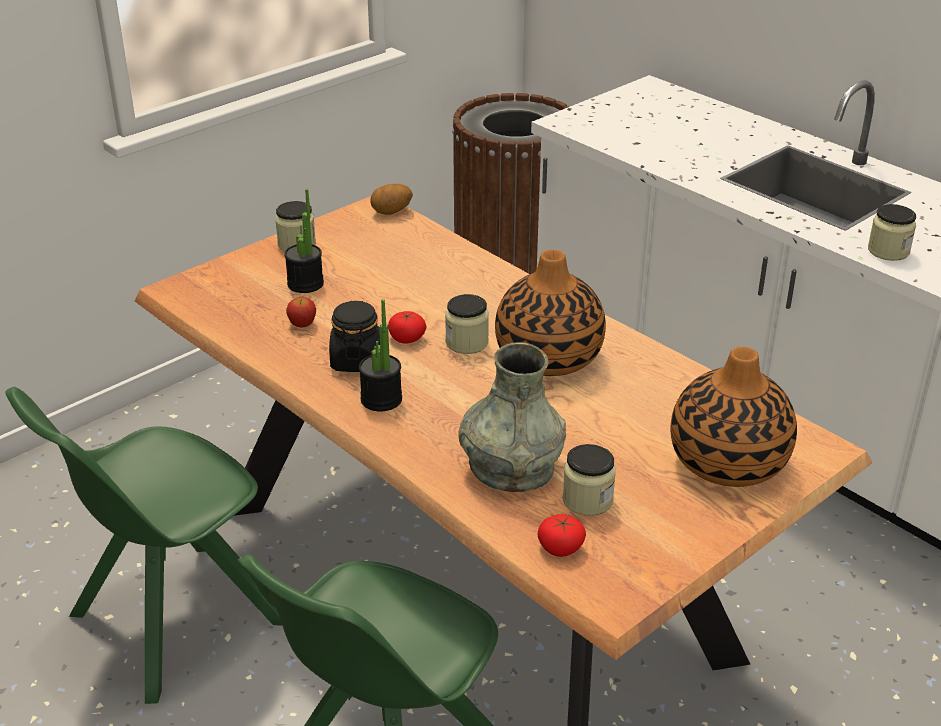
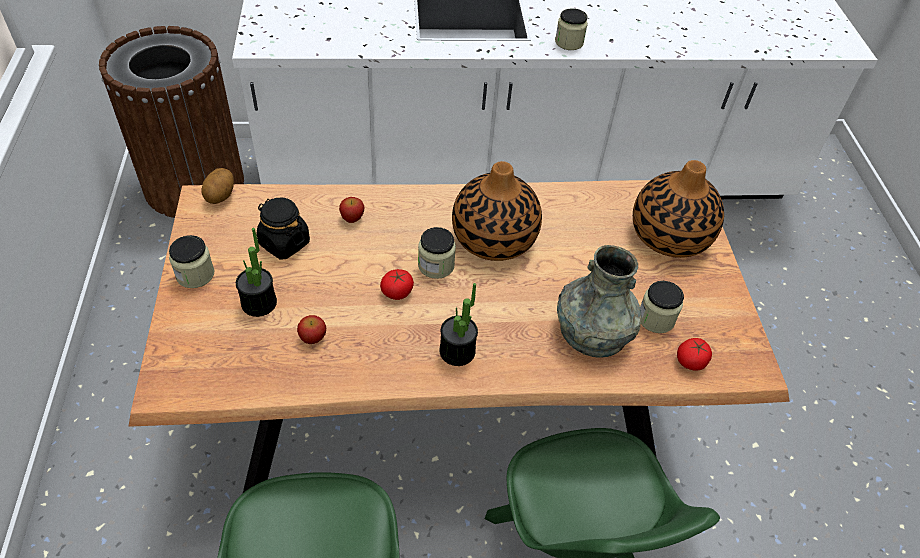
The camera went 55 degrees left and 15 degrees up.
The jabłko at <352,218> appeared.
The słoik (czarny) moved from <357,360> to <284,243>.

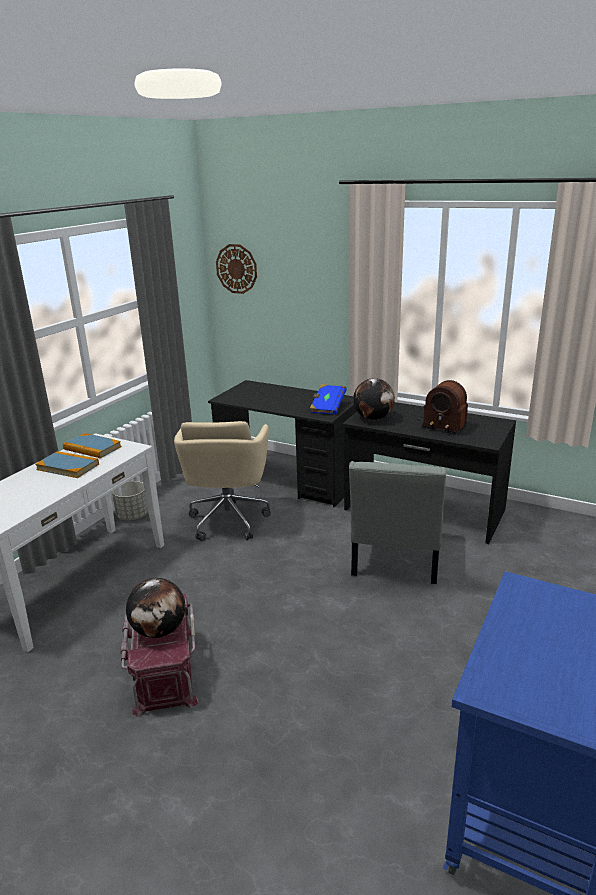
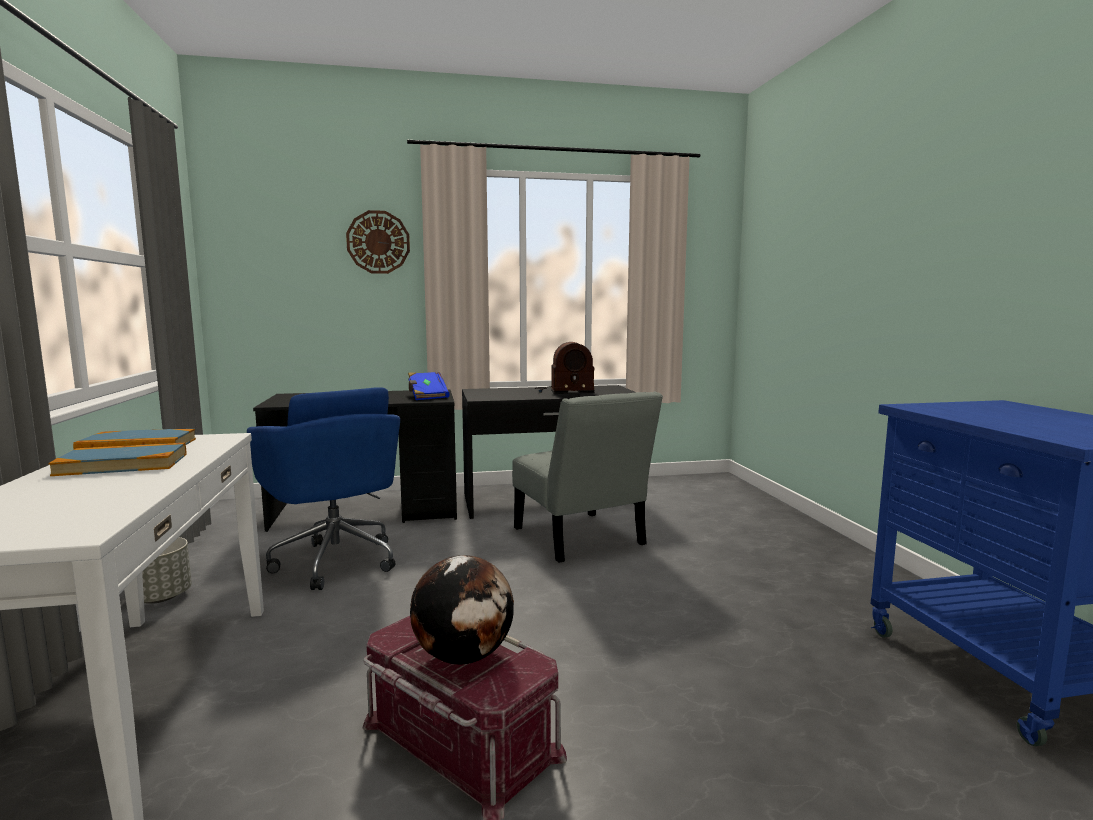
The camera went 40 degrees left and 15 degrees down.
The globus at <373,418> disappeared.
The zegar ścienny moved from <236,269> to <378,242>.
The krzesło biurowe (beżowy) at <229,519> became the krzesło biurowe (niebieski) at <333,561>.

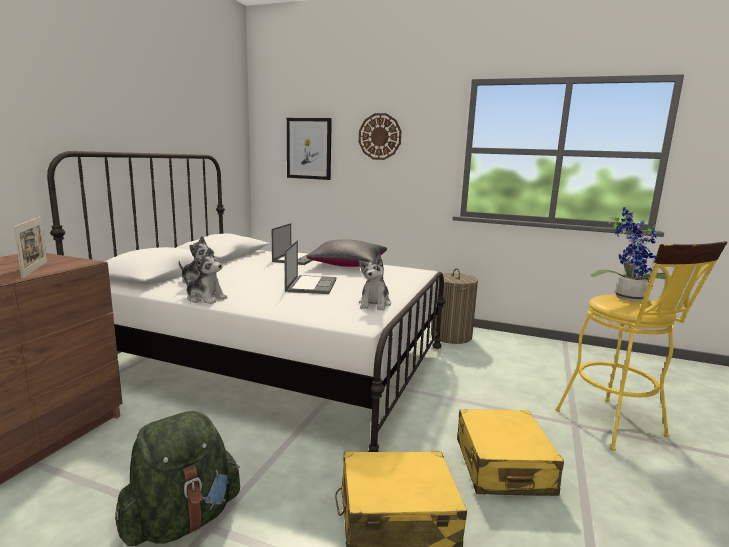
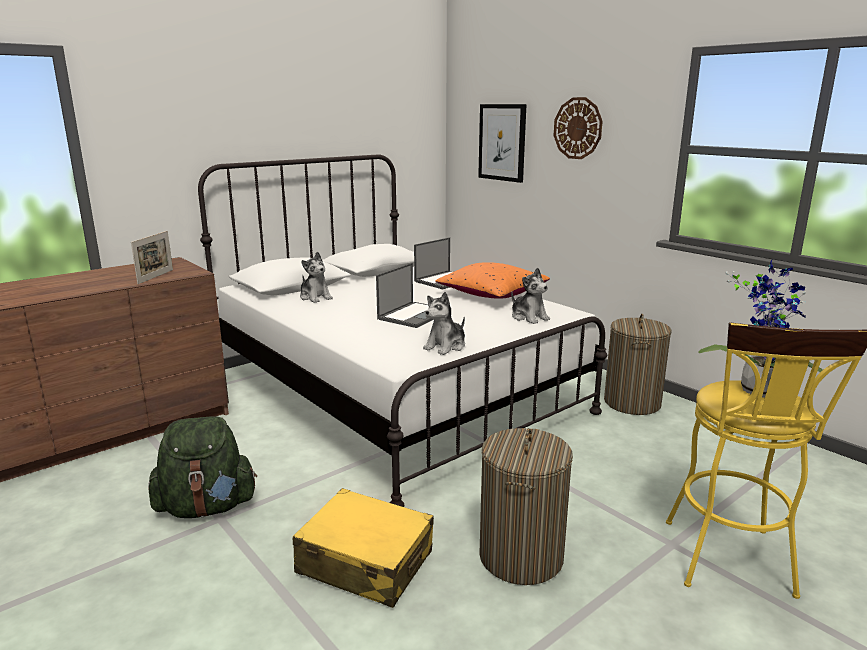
The camera went 30 degrees right and 5 degrees up.
The pluszak moved from <205,298> to <529,317>.
The walizka (żółty) at <502,466> was replaced by the kosz na pranie at <521,557>.
The poduszka (czarny) at <348,265> became the poduszka (pomarańczowy) at <492,294>.

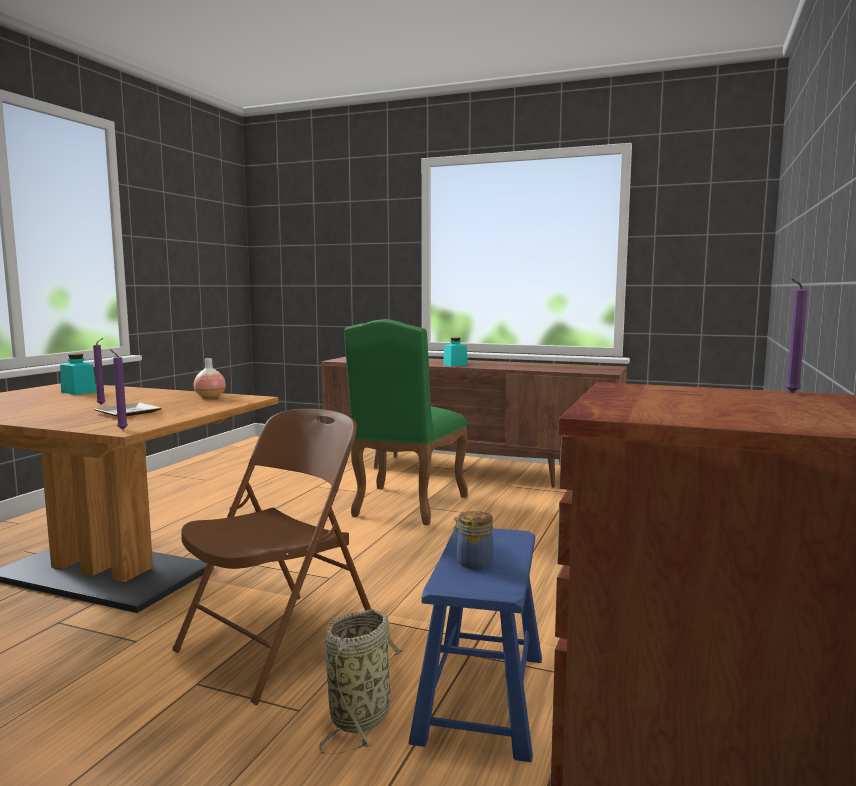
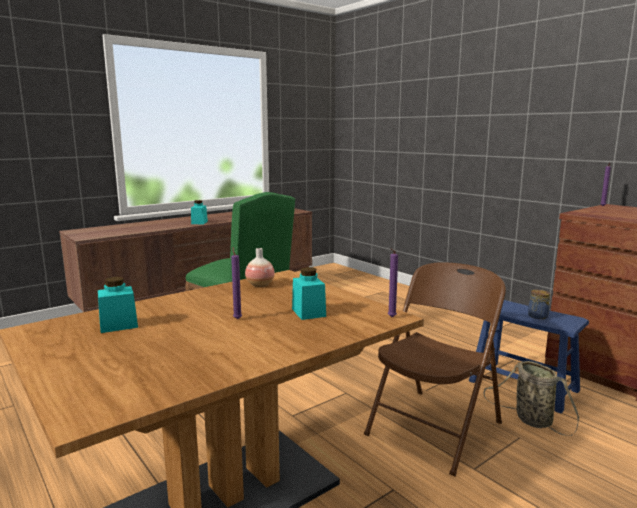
The camera went 60 degrees left and 5 degrees up.
The talerz at <127,413> was replaced by the słoik (turkusowy) at <308,312>.
The krzesło (brązowy) at <279,643> turned 60 degrees clockwise.

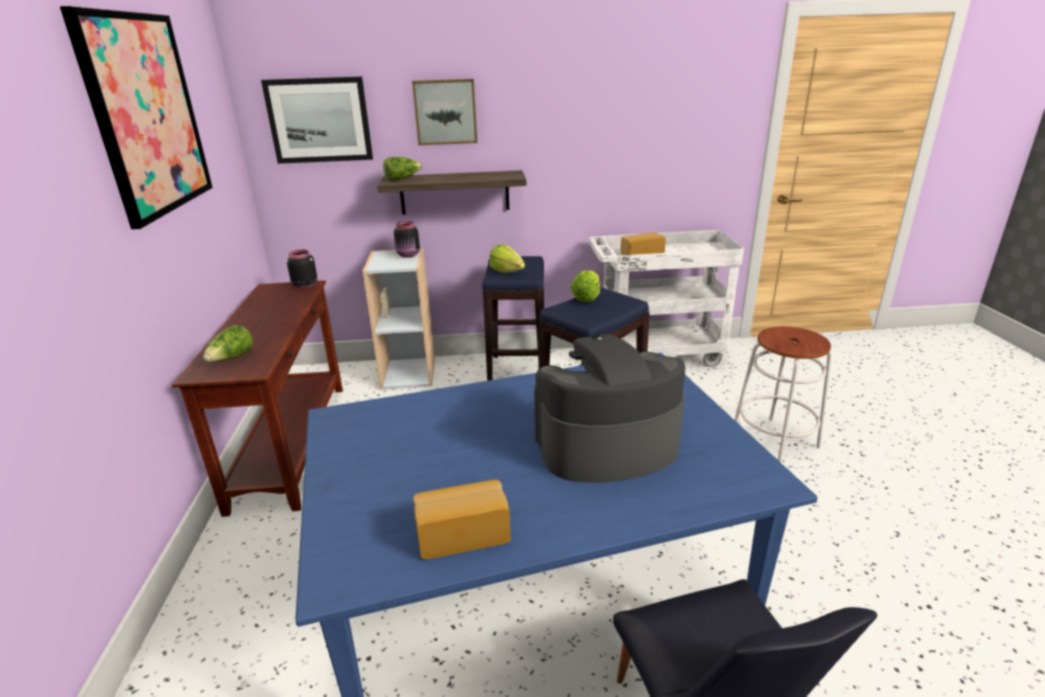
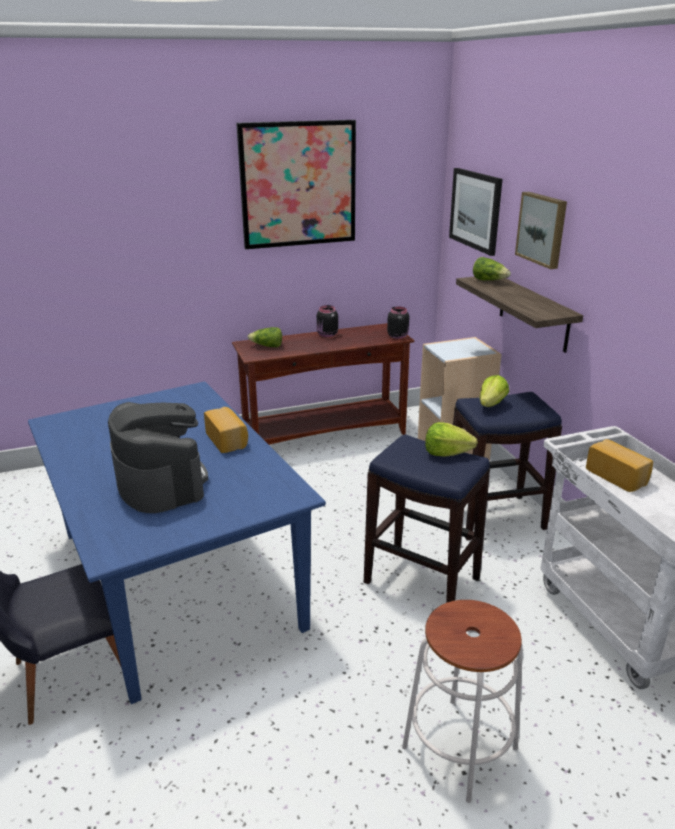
The camera went 75 degrees right and 0 degrees up.
The słoik (czarny) moved from <409,255> to <327,335>.
The chleb moved from <462,533> to <228,440>.

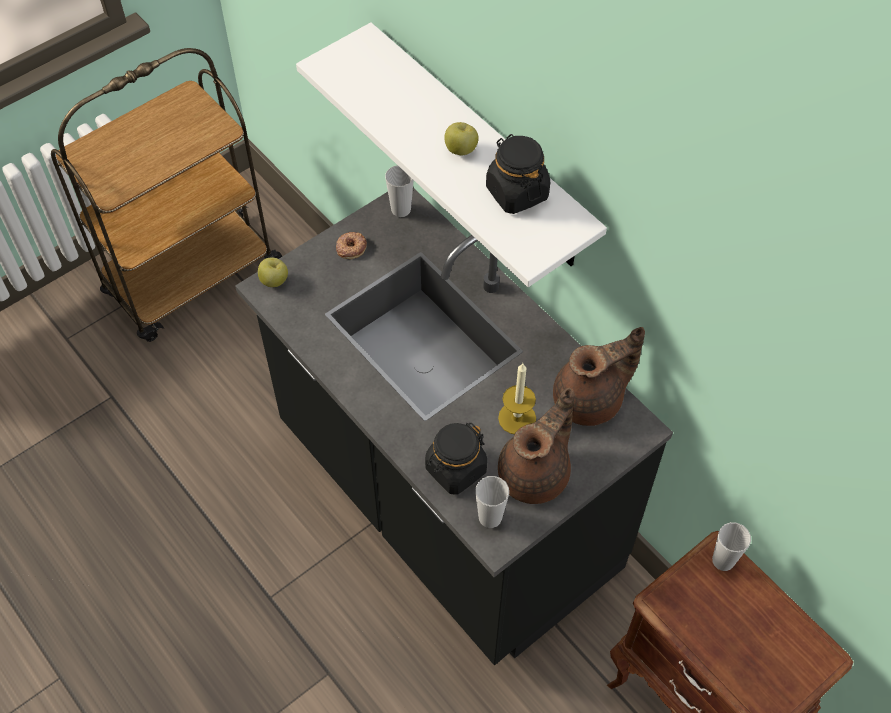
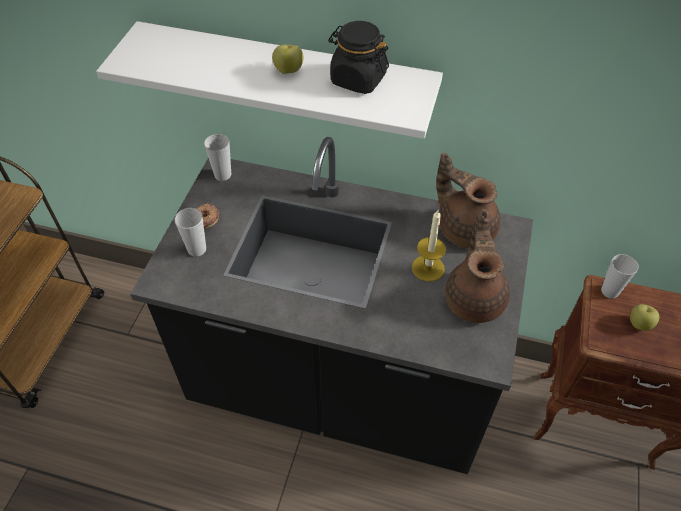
The camera went 35 degrees left and 5 degrees down.
The słoik (czarny) at <455,469> disappeared.
The jabłko moved from <274,281> to <639,324>.
The filiżanka moved from <490,518> to <197,249>.
The imbryk (brązowy) at <591,400> turned 75 degrees counterclockwise.

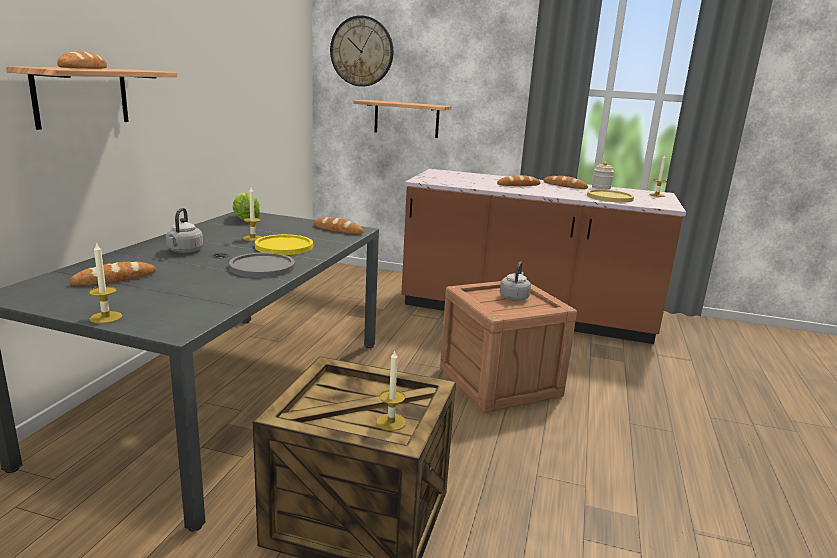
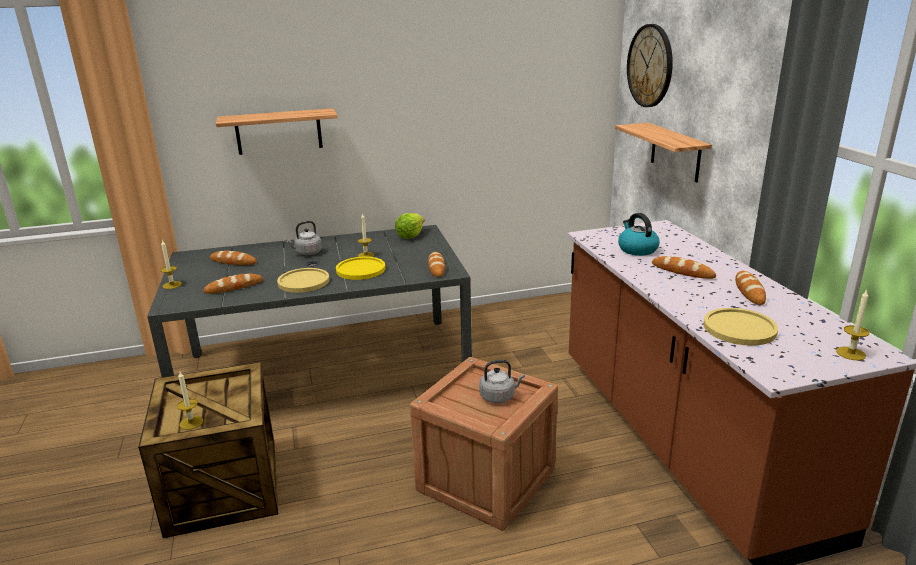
The camera went 60 degrees right and 5 degrees up.
The słoik at <601,187> disappeared.
The czajnik at <637,249> appeared.
The chleb moved from <83,68> to <234,287>.
The talerz (szary) at <262,267> became the talerz (żółty) at <303,281>.

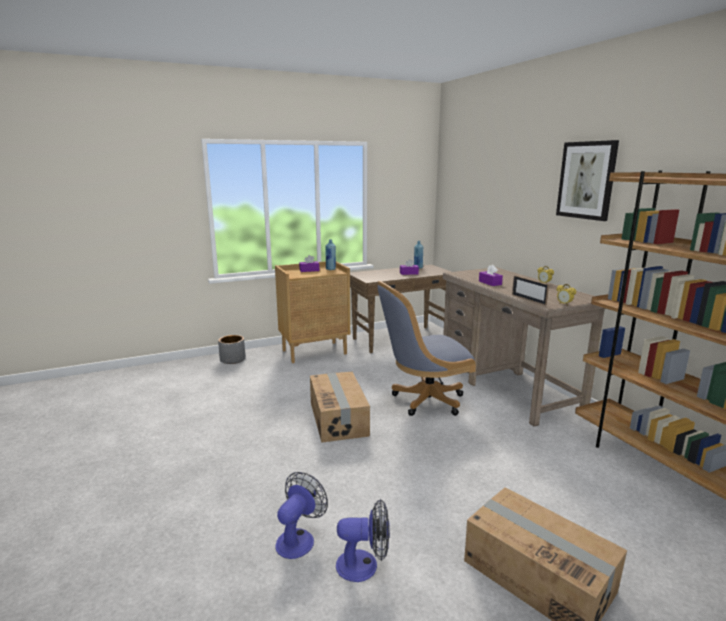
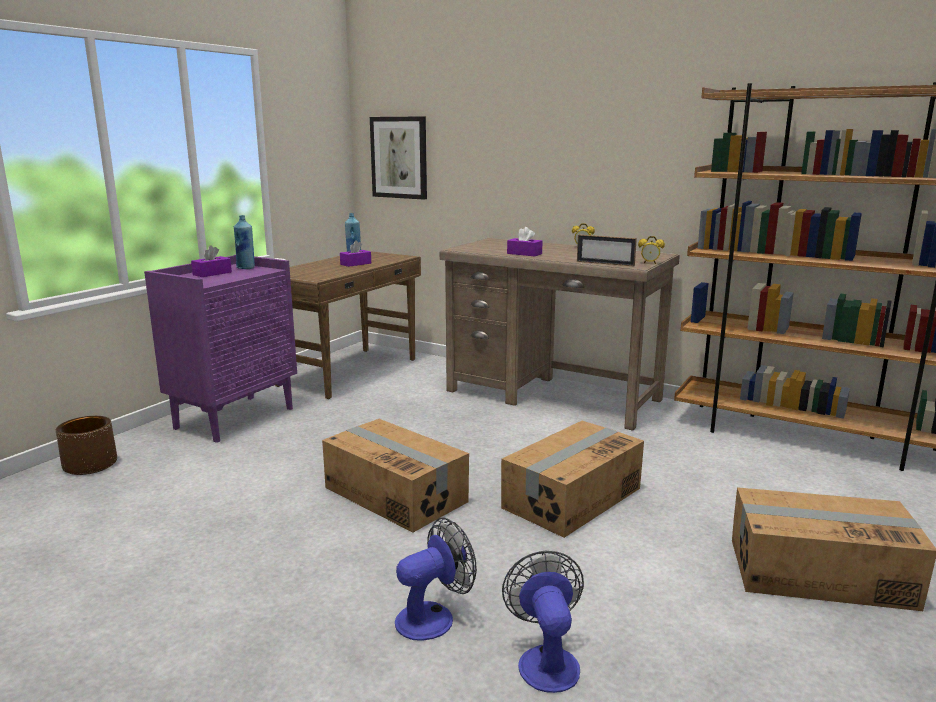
The camera went 35 degrees left and 0 degrees up.
The krzesło biurowe (niebieski) at <422,402> disappeared.
The karton at <571,498> appeared.
The wentylator moved from <364,565> to <433,617>.
The obraz moved from <586,180> to <399,157>.
The donica (szary) at <233,359> became the donica (brązowy) at <91,465>.
The szafka (brązowy) at <315,352> became the szafka (fioletowy) at <235,418>.

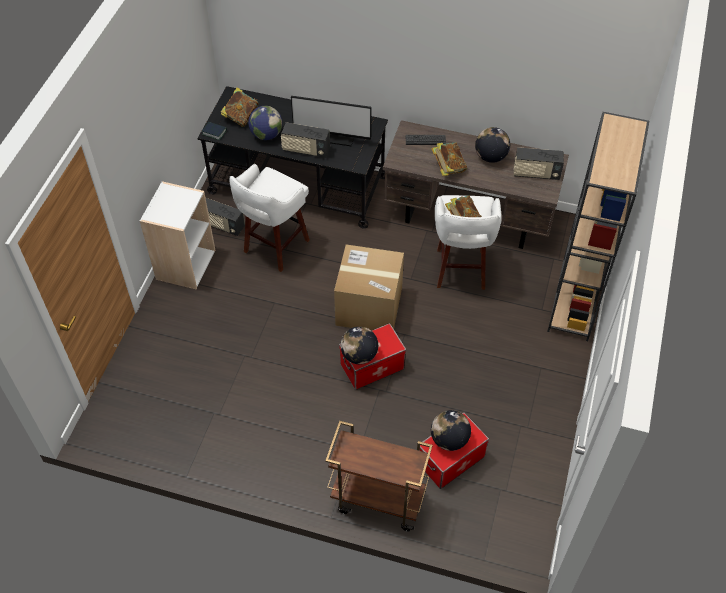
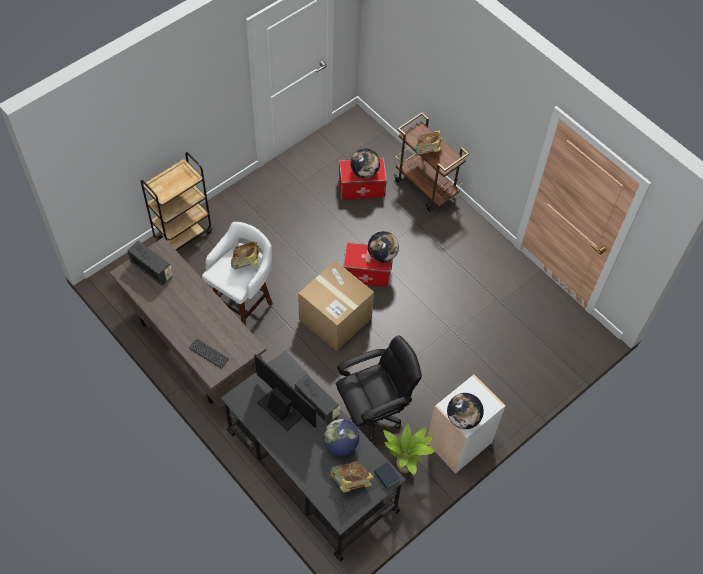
The camera went 150 degrees left and 5 degrees up.
The książka moved from <448,168> to <428,150>.
The globus moved from <490,157> to <463,418>.
The radio at <222,225> was replaced by the roślina doniczkowa at <405,466>.
The stołek (biały) at <274,248> was replaced by the krzesło biurowe (czarny) at <374,415>.
The regał at <575,302> was replaced by the wózek (brązowy) at <184,236>.

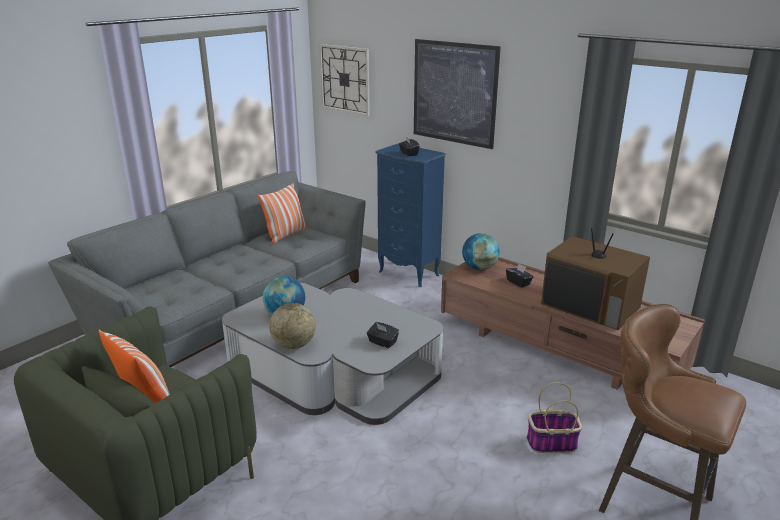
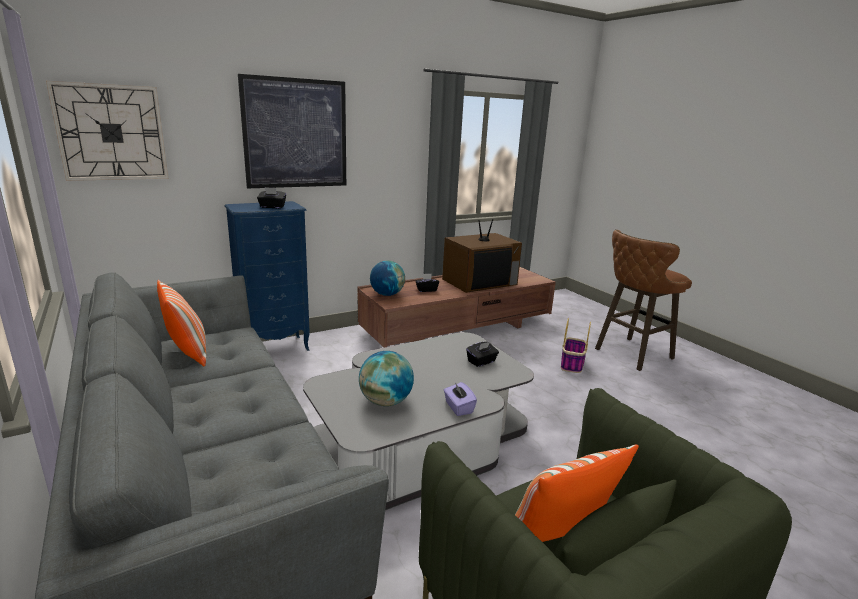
The camera went 70 degrees left and 5 degrees down.
The globus at <294,345> was replaced by the pudełko chusteczek (fioletowy) at <458,408>.

